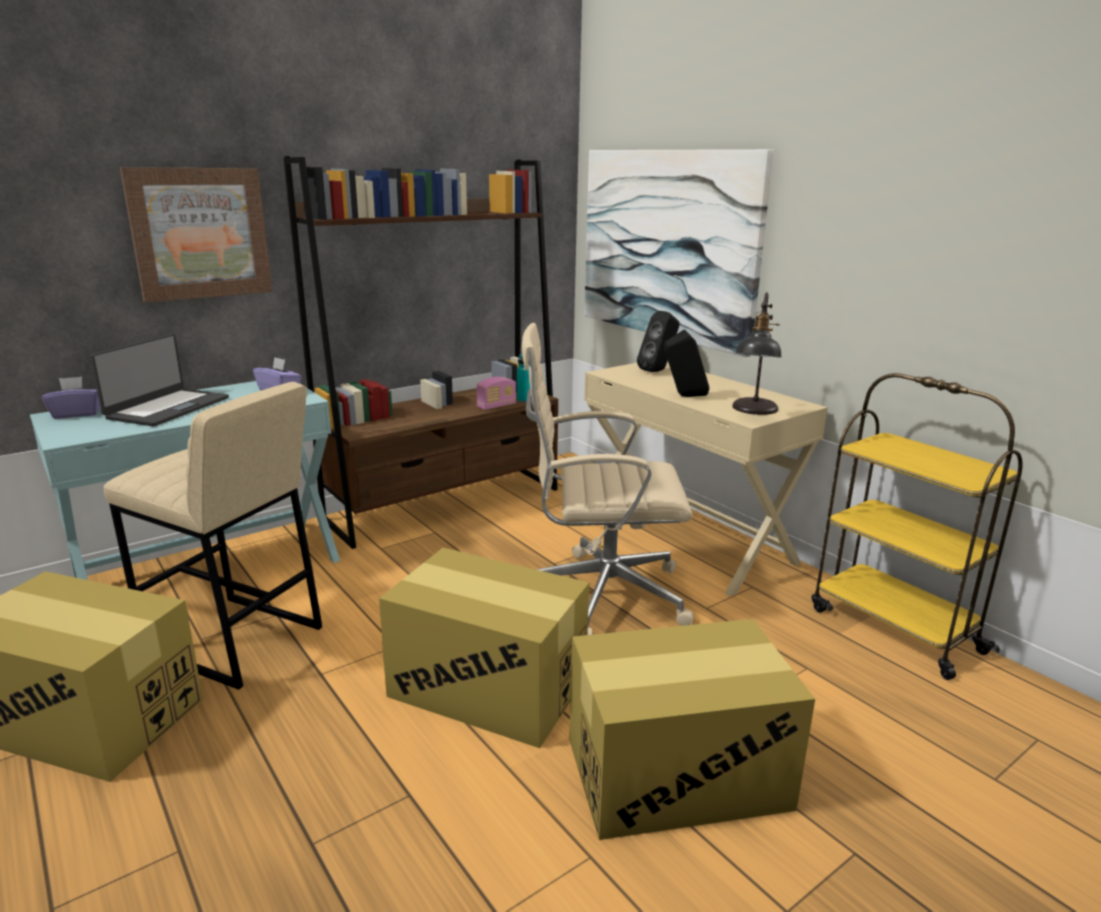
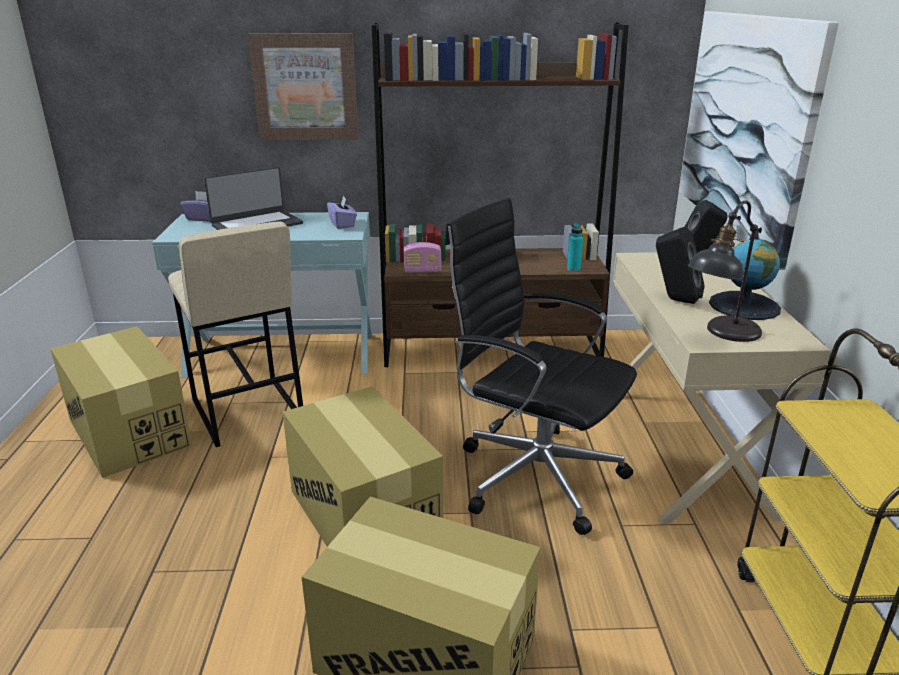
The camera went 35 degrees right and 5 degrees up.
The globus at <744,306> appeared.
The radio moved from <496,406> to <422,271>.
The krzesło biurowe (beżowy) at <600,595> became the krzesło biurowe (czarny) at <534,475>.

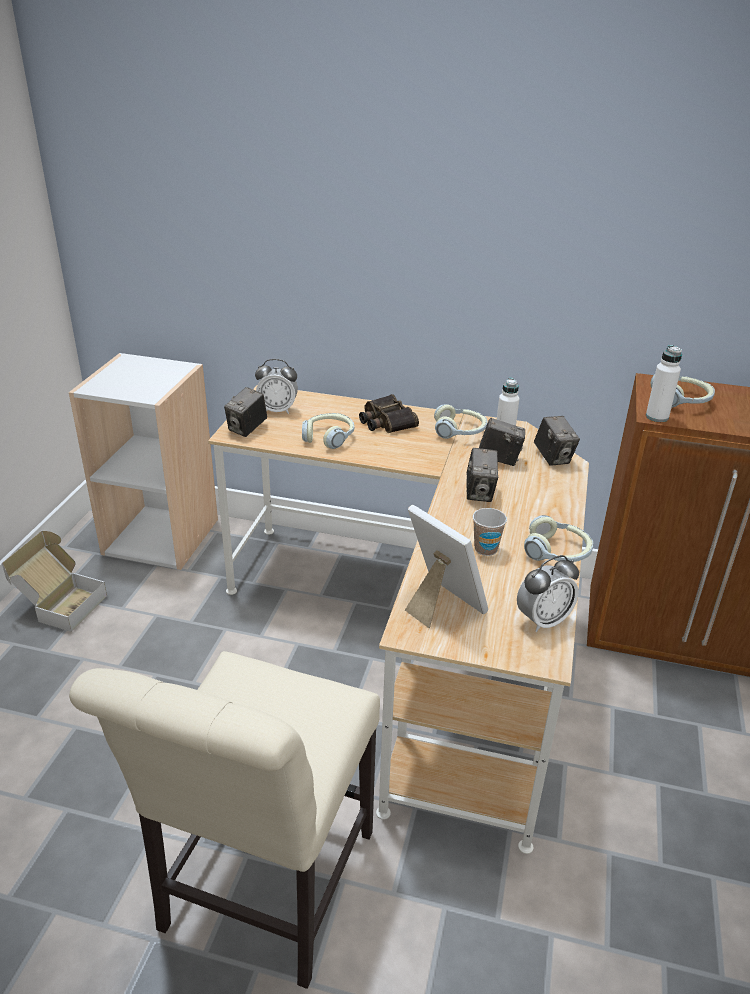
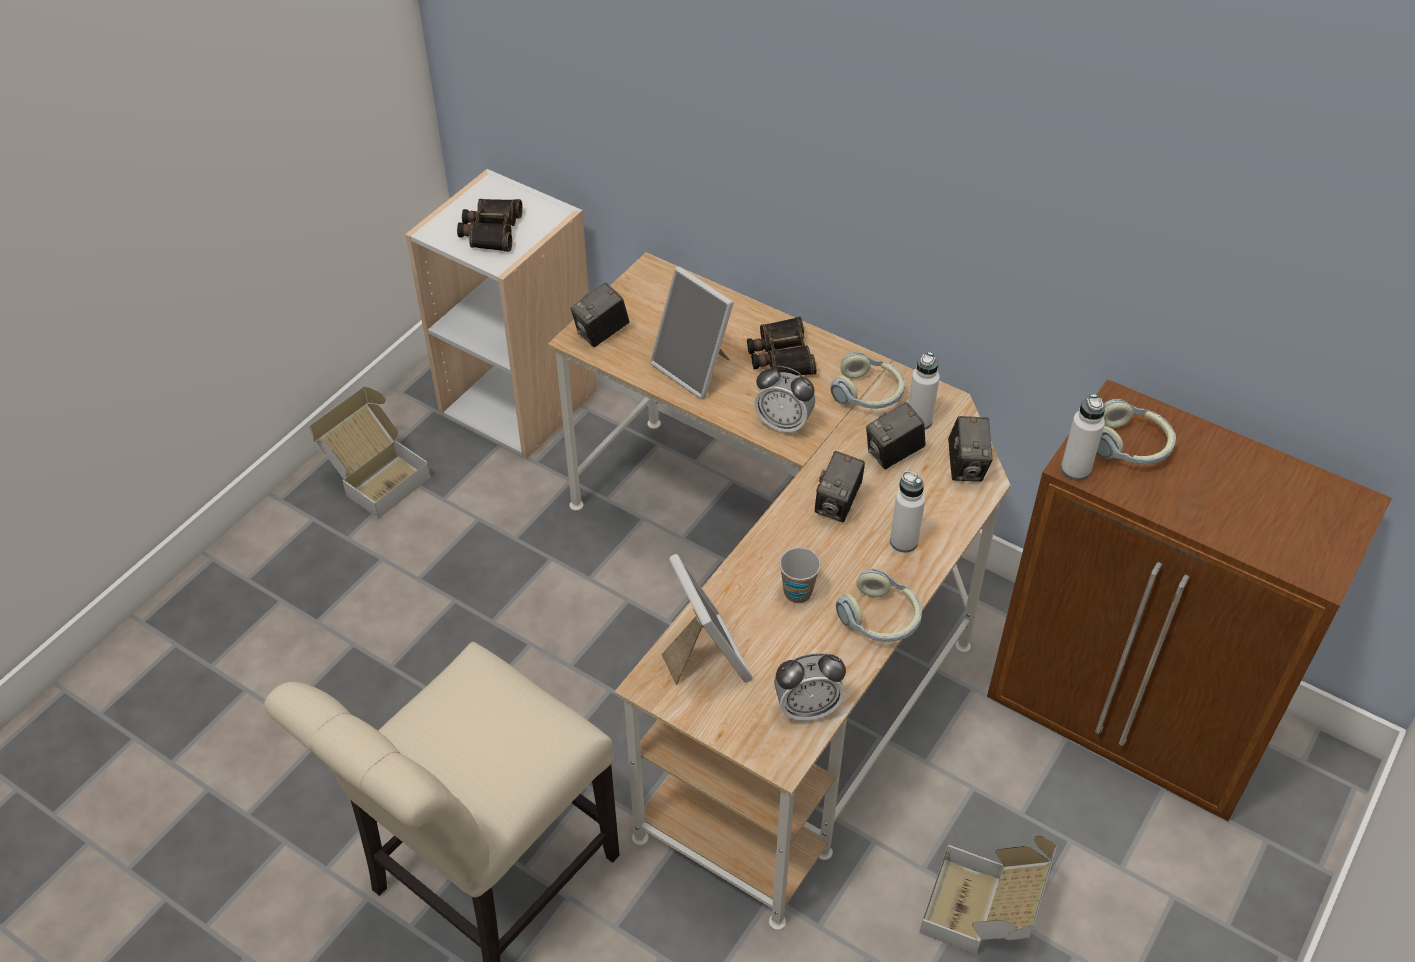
The camera went 20 degrees right and 15 degrees up.
The lornetka at <490,230> appeared.
The butelka (biały) at <903,541> appeared.
The karton at <983,914> appeared.
The budzik moved from <277,410> to <783,424>.
The słuchawki at <329,437> was replaced by the ramka na zdjęcie at <695,369>.
The aparat fotograficzny at <499,459> turned 120 degrees clockwise.

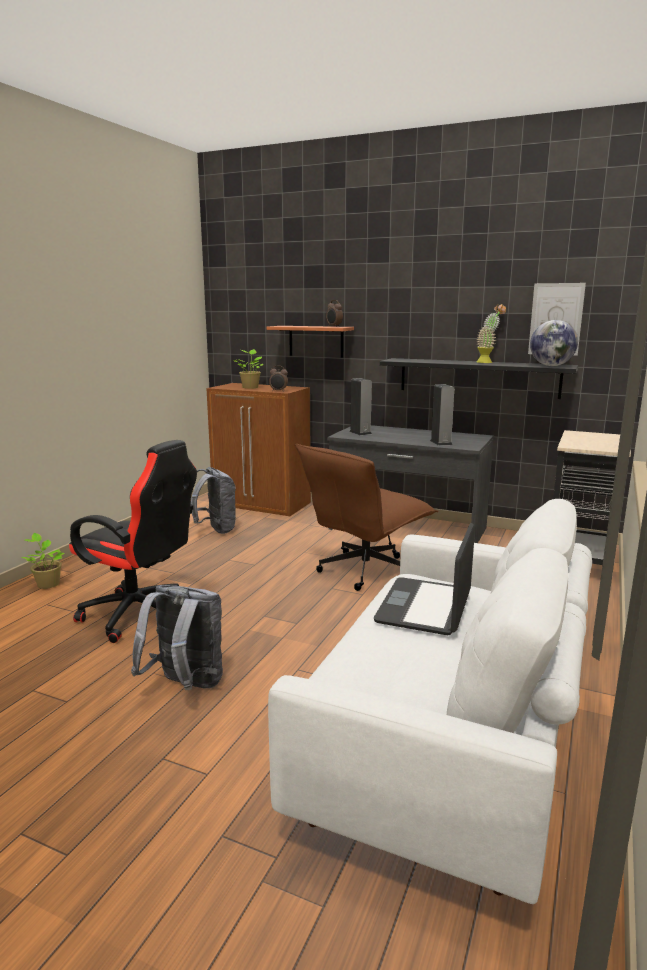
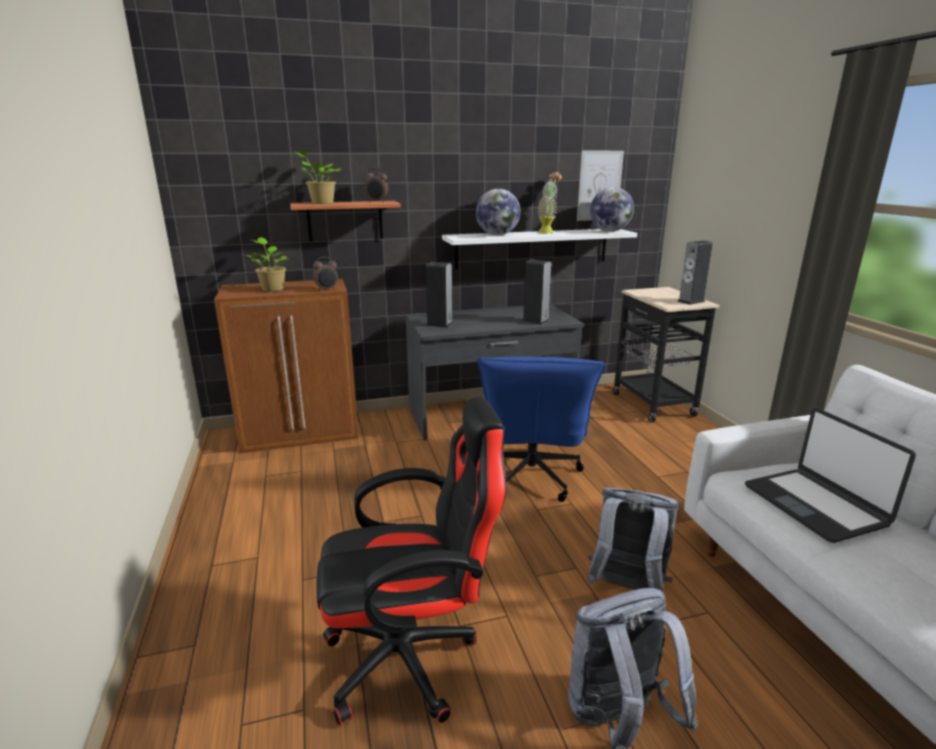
The camera went 40 degrees left and 5 degrees up.
The globus at <497,235> appeared.
The głośnik at <691,301> appeared.
The roślina doniczkowa moved from <47,584> to <321,203>.
The plecak (szary) moved from <214,530> to <626,589>.
The krzesło biurowe (brązowy) at <366,570> became the krzesło biurowe (niebieski) at <531,474>.
The półka (czarny) at <478,377> became the półka (biały) at <532,248>.

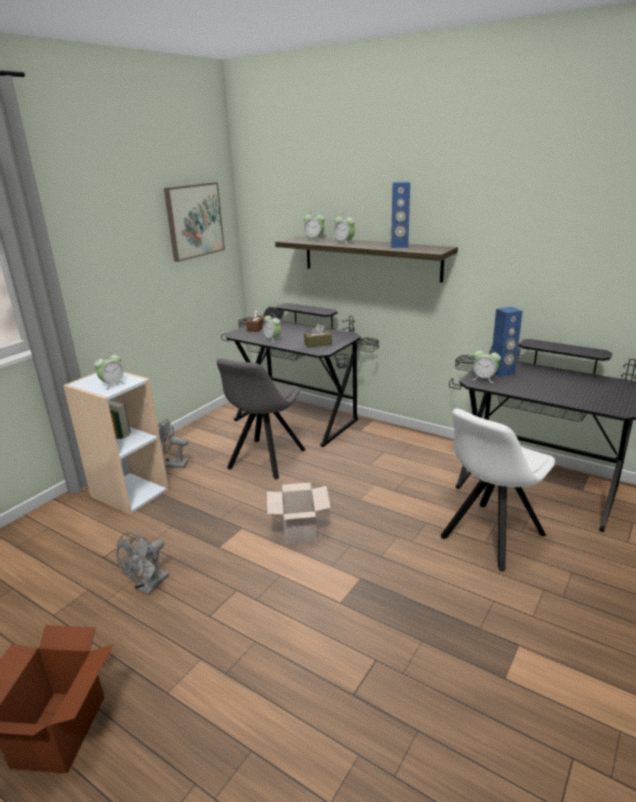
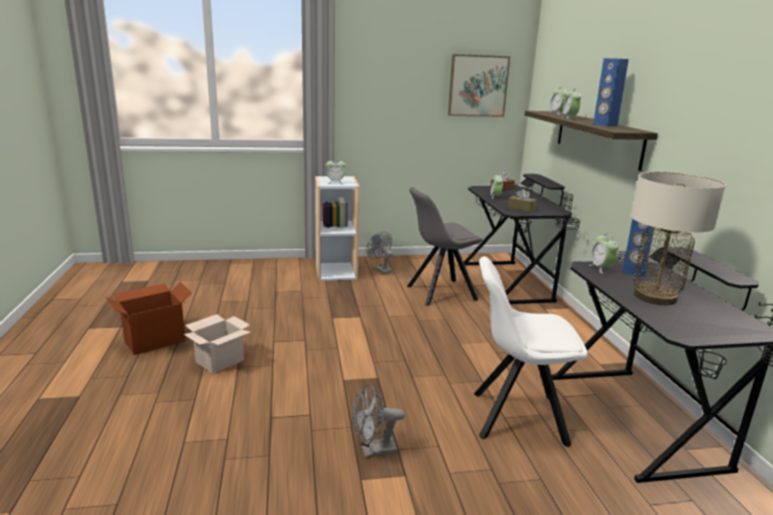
The camera went 45 degrees right and 5 degrees down.
The lampa stołowa at <655,297> appeared.
The wentylator (szary) moved from <149,586> to <373,451>.
The karton moved from <299,530> to <220,360>.

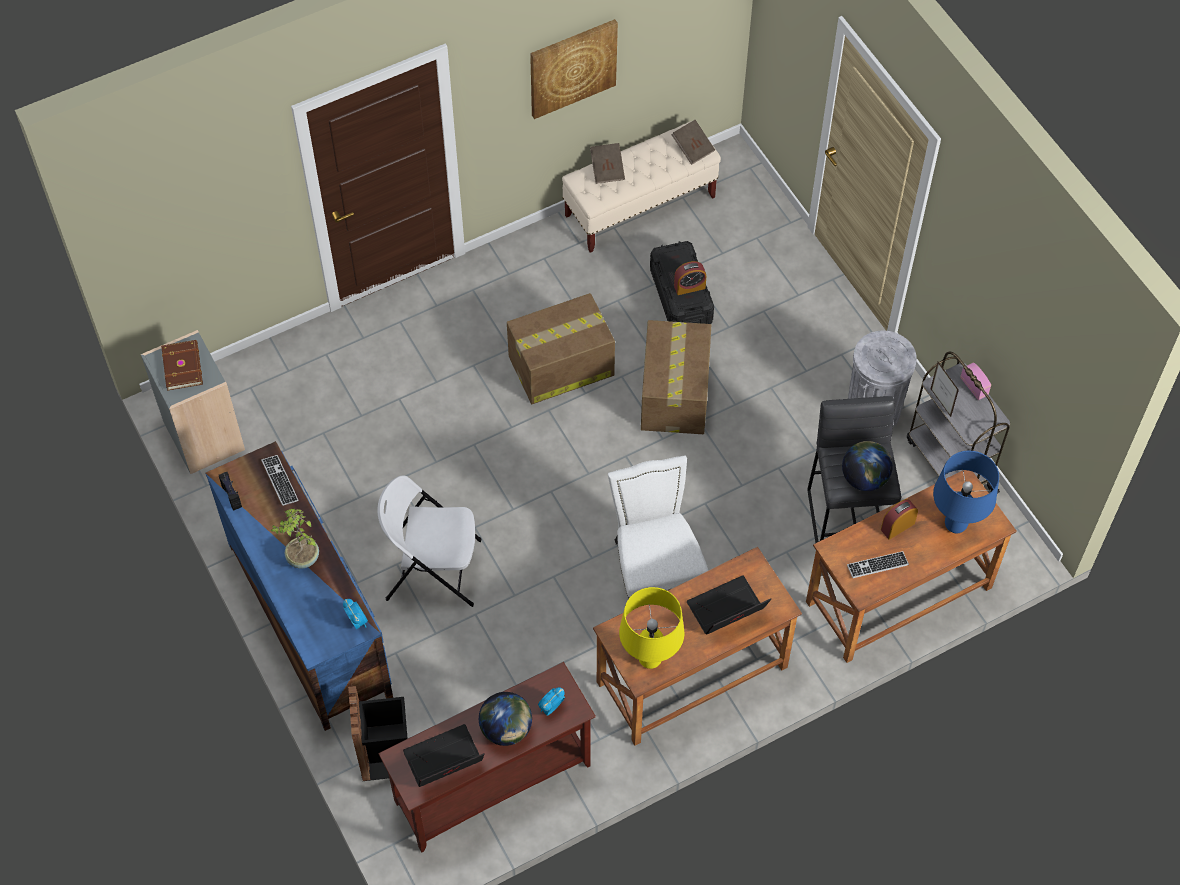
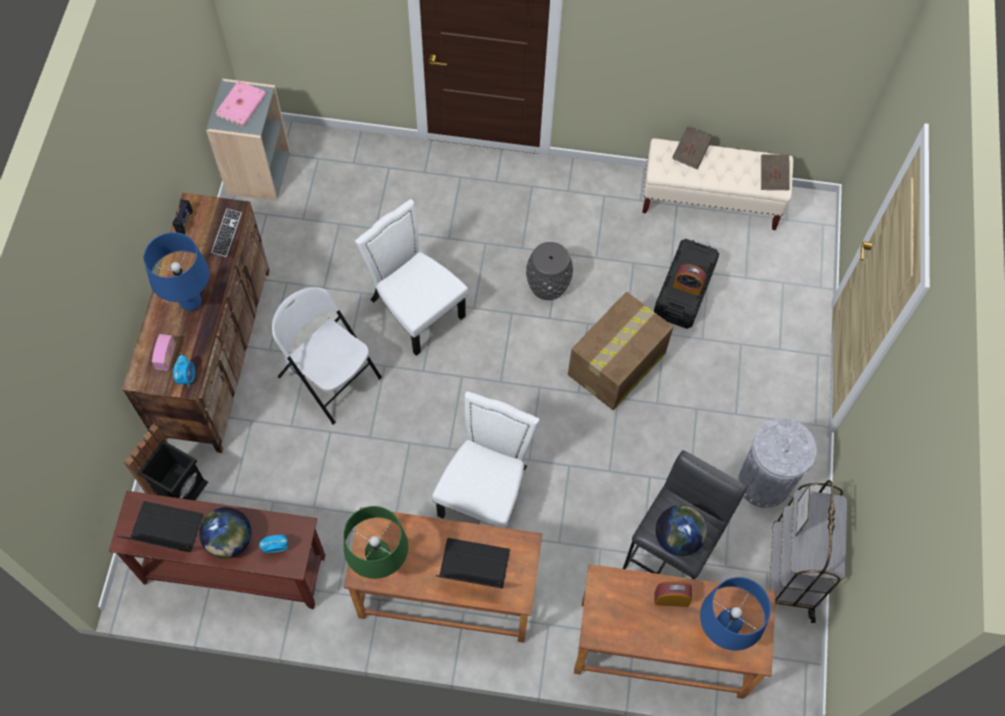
The camera went 35 degrees right and 5 degrees up.
The obraz at <572,67> disappeared.
The klawiatura at <877,565> disappeared.
The krzesło (biały) at <416,311> appeared.
The radio moved from <974,387> to <166,357>.
The roślina doniczkowa at <302,558> was replaced by the lampa stołowa (niebieski) at <191,303>.
The karton at <560,366> was replaced by the stołek (szary) at <547,285>.
The książka (brązowy) at <183,366> became the książka (różowy) at <242,105>.
The szafka (niebieski) at <310,617> became the szafka (brązowy) at <217,353>.
The lampa stołowa (żółty) at <650,659> became the lampa stołowa (zielony) at <380,564>.

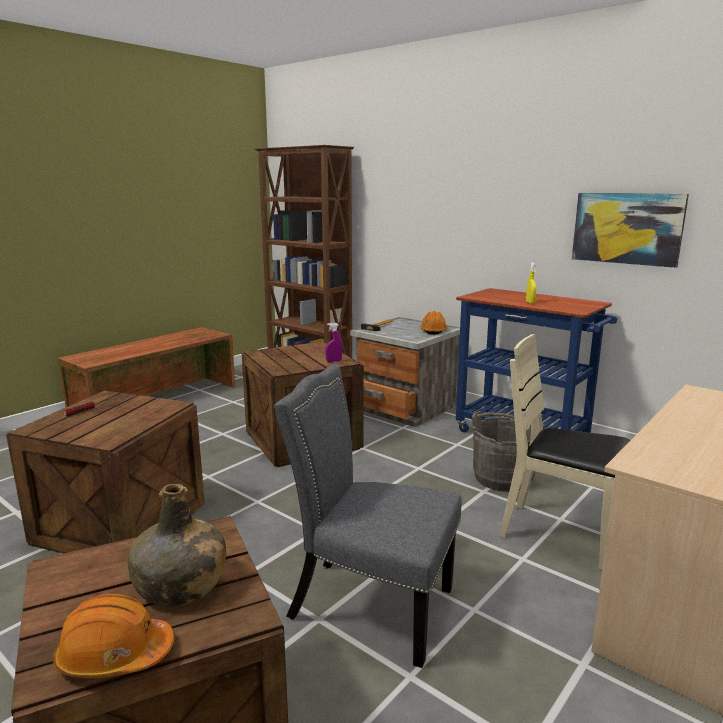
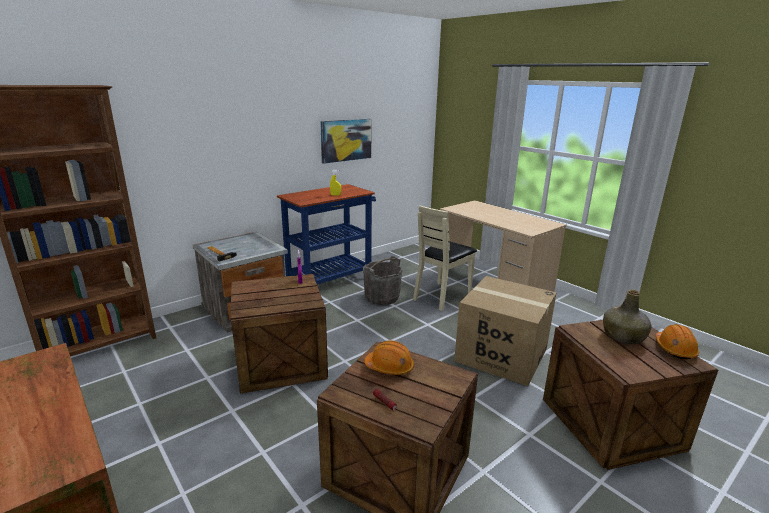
The camera went 80 degrees left and 5 degrees up.
The kask (pomarańczowy) moved from <433,331> to <389,367>.
The krzesło (szary) at <374,607> was replaced by the karton at <501,354>.

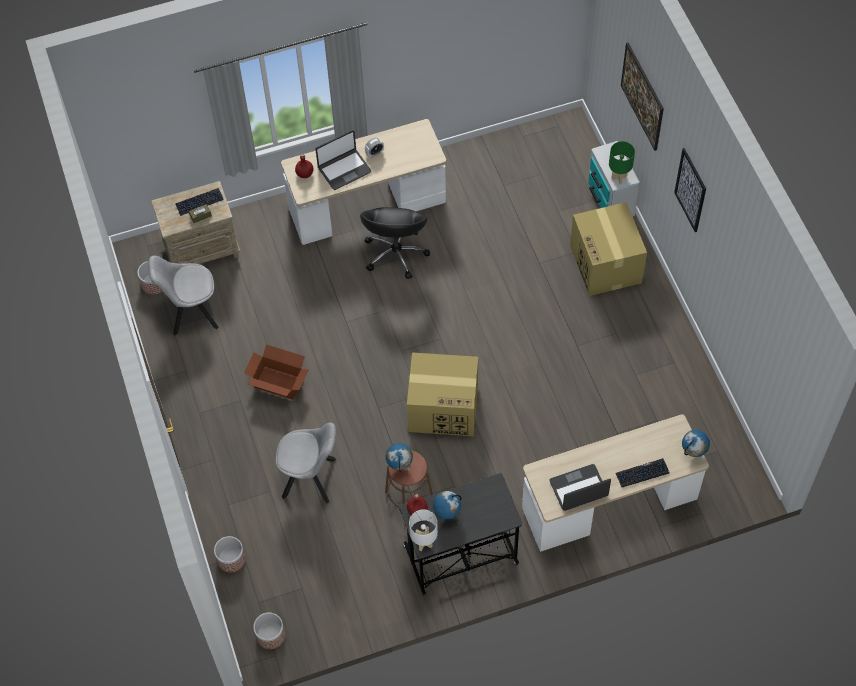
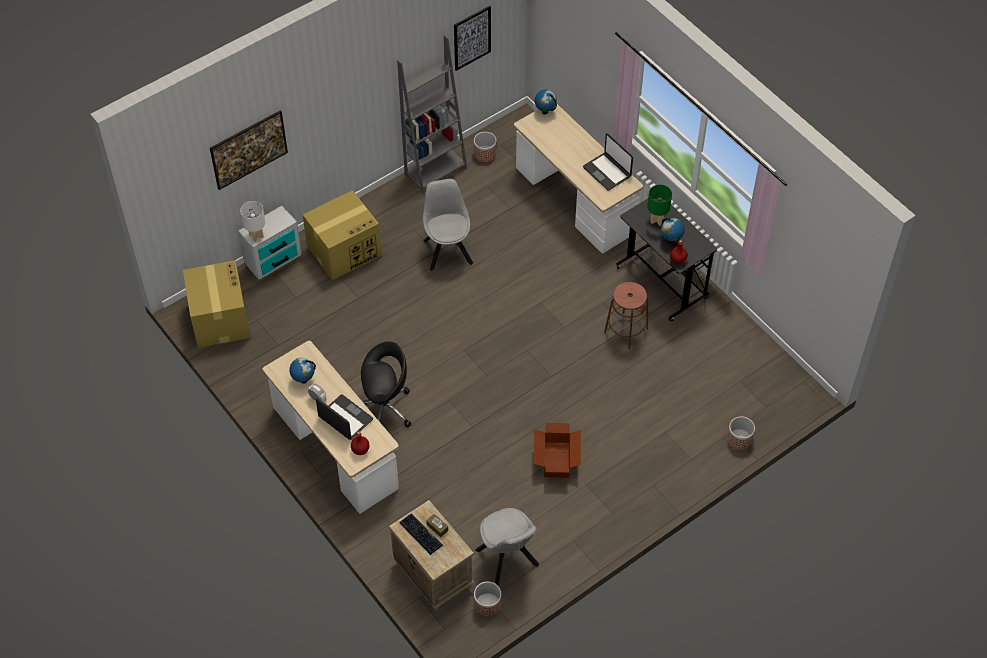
The camera went 110 degrees left and 5 degrees down.
The klawiatura at <642,473> disappeared.
The regał (szary) at <435,171> appeared.
The donica moved from <270,635> to <485,154>.
The krzesło (szary) moved from <311,478> to <447,250>.
The globus moved from <400,465> to <303,380>.
The karton moved from <444,408> to <219,318>.
The lampa stołowa (biały) moved from <424,543> to <256,236>.
The lampa stołowa (zielony) moved from <618,177> to <656,220>.
The obraz moved from <690,190> to <472,38>.

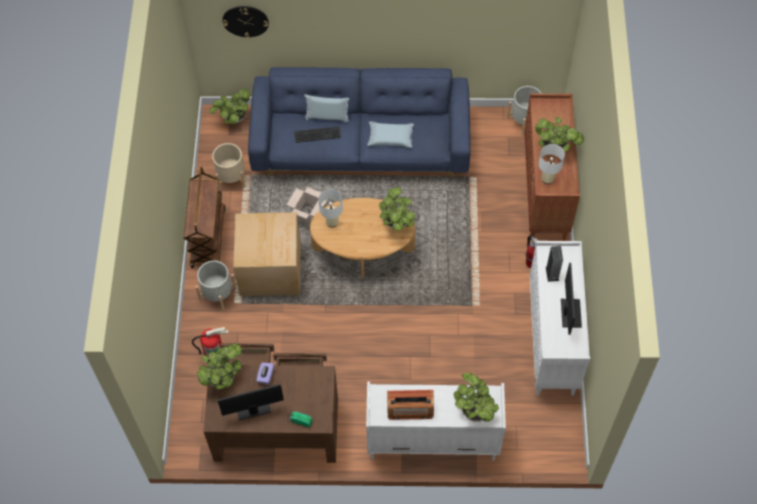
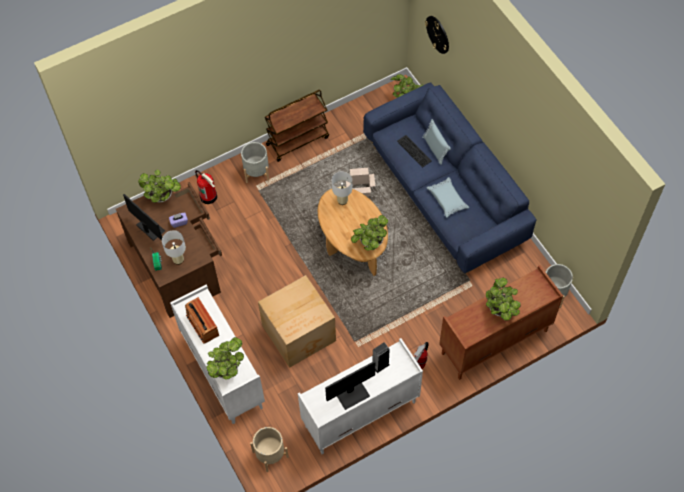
The camera went 60 degrees right and 0 degrees up.
The donica (beżowy) moved from <231,177> to <270,454>.
The karton moved from <271,268> to <300,333>.
The lampa stołowa (biały) moved from <547,179> to <178,259>.

